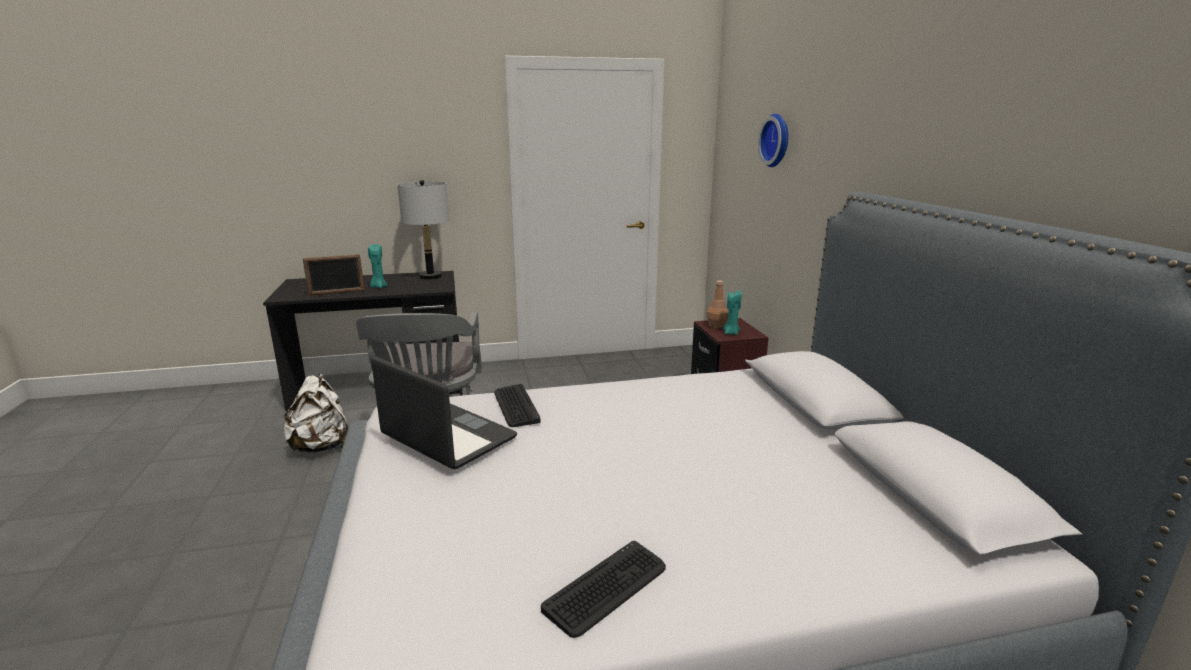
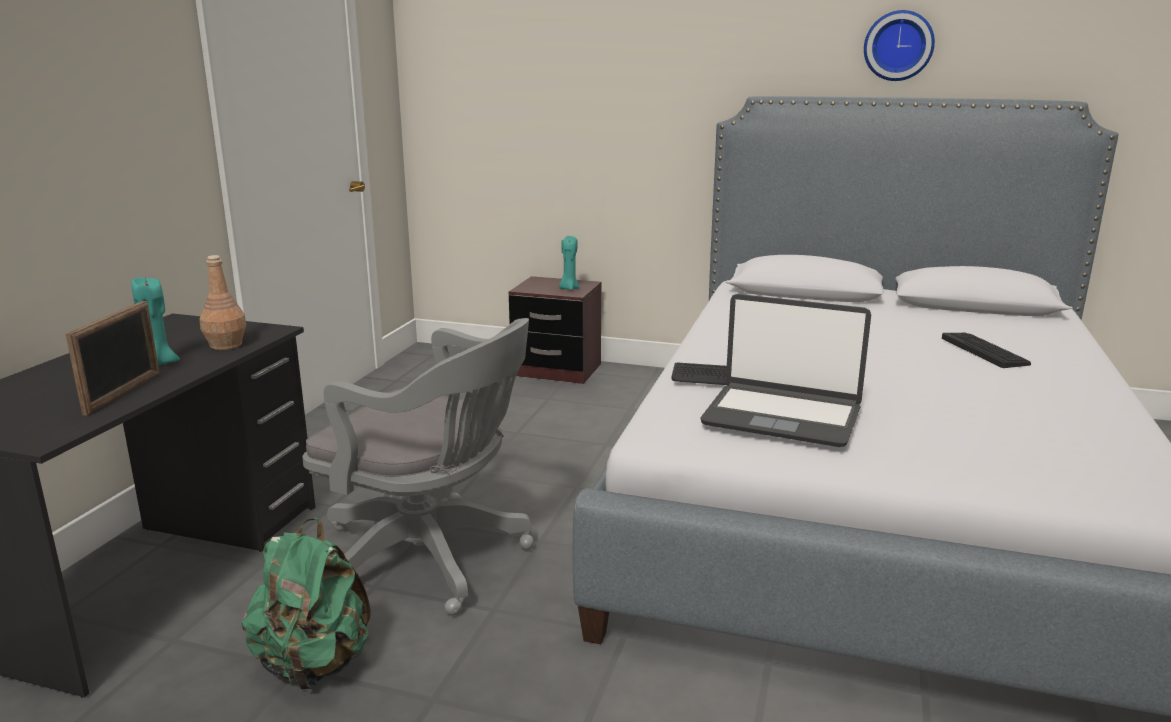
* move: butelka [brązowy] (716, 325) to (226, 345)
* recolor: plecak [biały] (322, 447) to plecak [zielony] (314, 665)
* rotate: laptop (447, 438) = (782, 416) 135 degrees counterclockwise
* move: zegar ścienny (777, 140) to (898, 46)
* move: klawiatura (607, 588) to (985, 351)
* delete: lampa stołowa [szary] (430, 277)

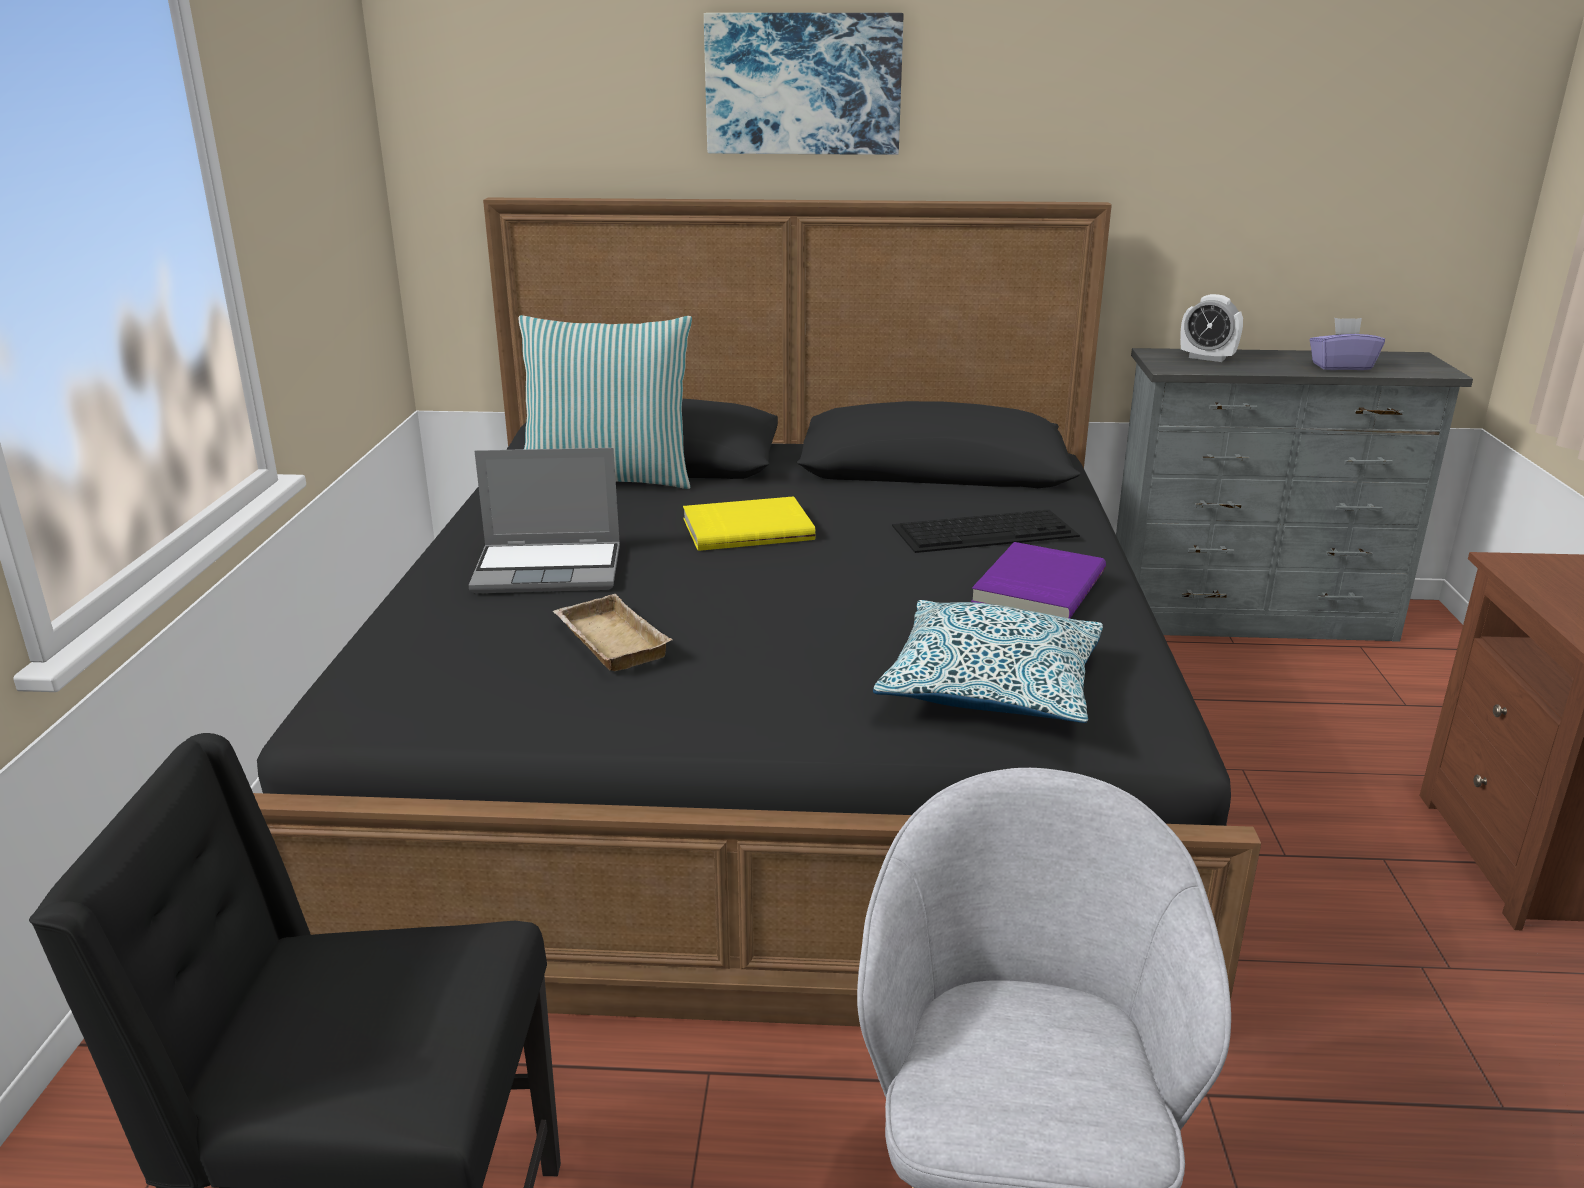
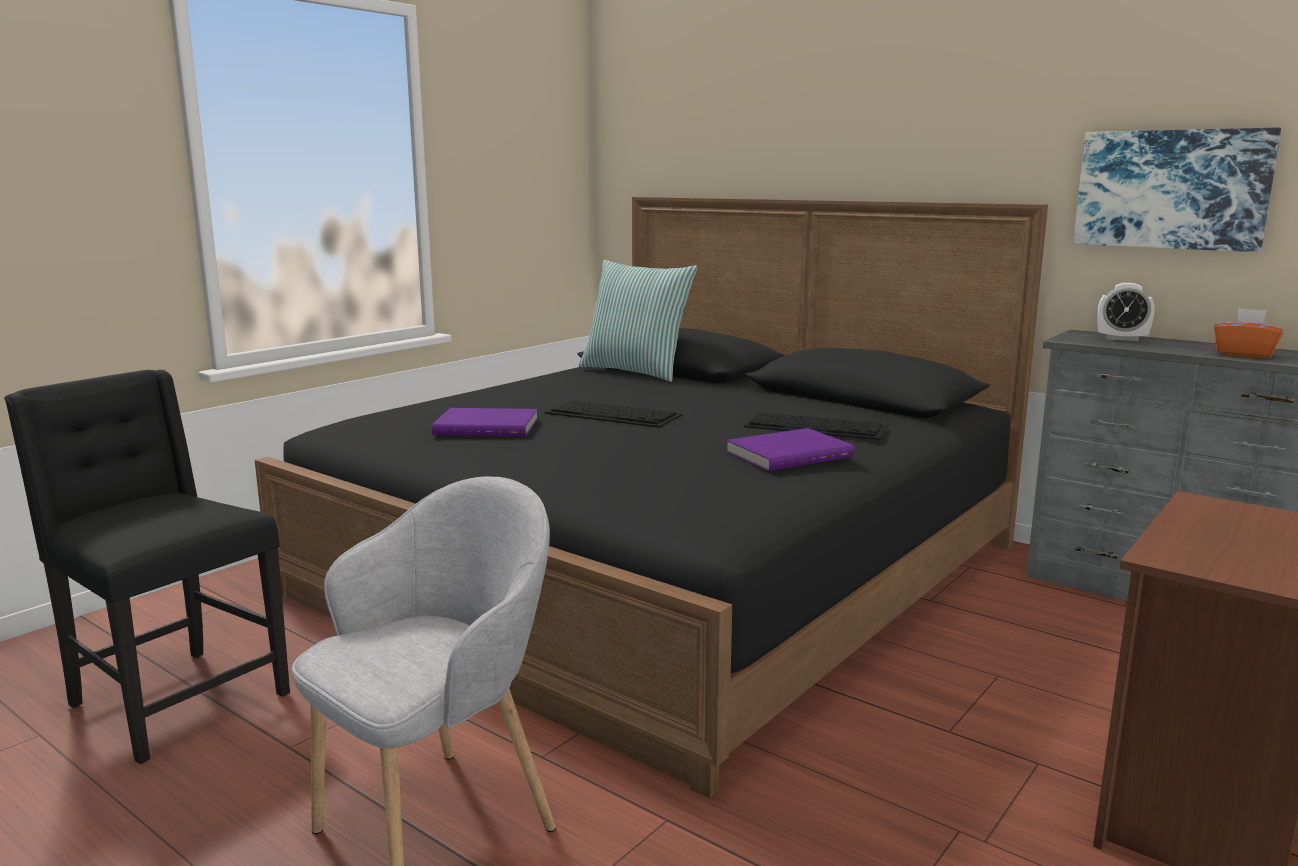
* replace: taca [beżowy] (607, 642) to książka [fioletowy] (487, 426)
* insert: klawiatura (614, 414)
* move: obraz (803, 84) to (1171, 189)
* rotate: budzik (1207, 358) = (1121, 339) 45 degrees counterclockwise
* recolor: pudełko chusteczek [fioletowy] (1341, 366) to pudełko chusteczek [pomarańczowy] (1244, 354)
* delete: laptop (550, 569)
* delete: książka [żółty] (747, 528)
* delete: poduszka (992, 686)

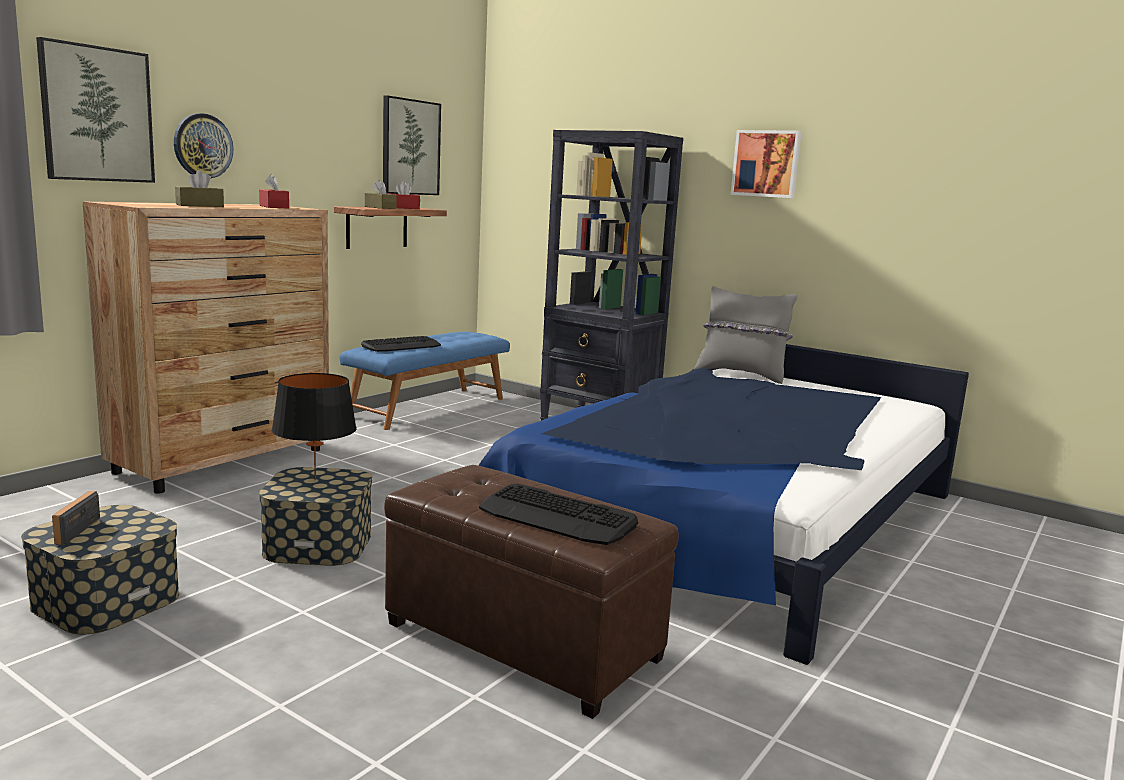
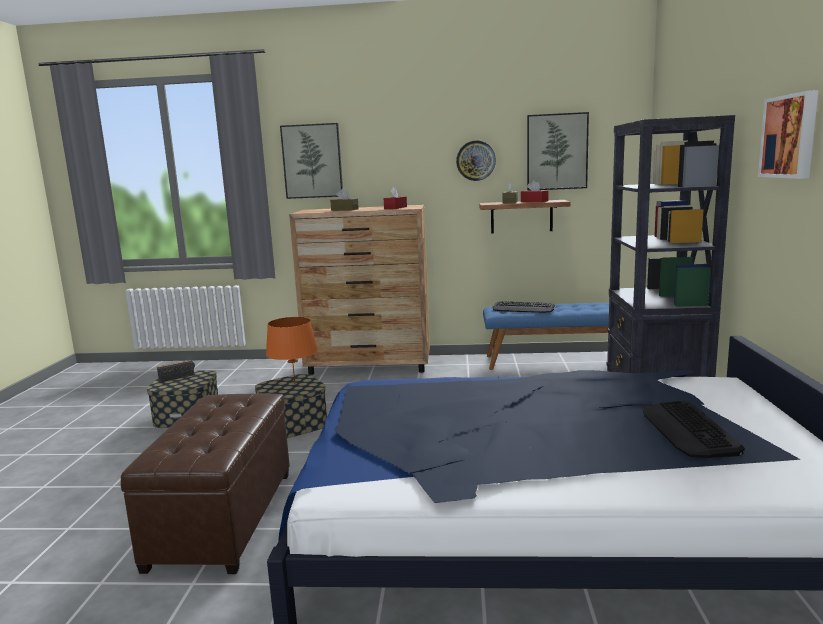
* recolor: lampa stołowa [czarny] (315, 479) to lampa stołowa [pomarańczowy] (294, 383)
* move: zegar ścienny (202, 146) to (475, 160)
* move: klawiatura (557, 517) to (688, 430)
* delete: poduszka [szary] (741, 375)

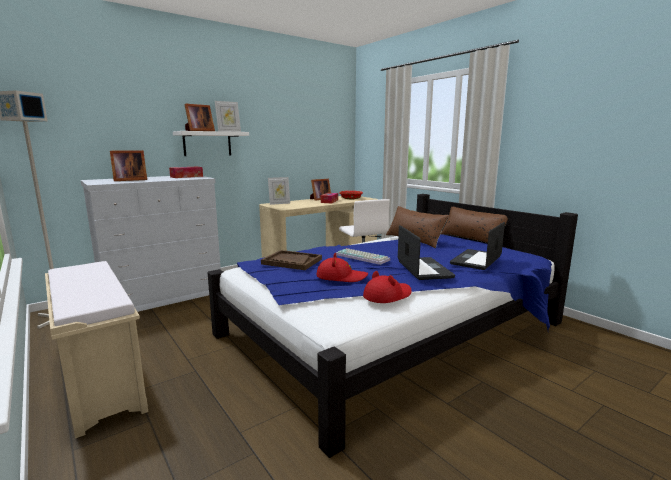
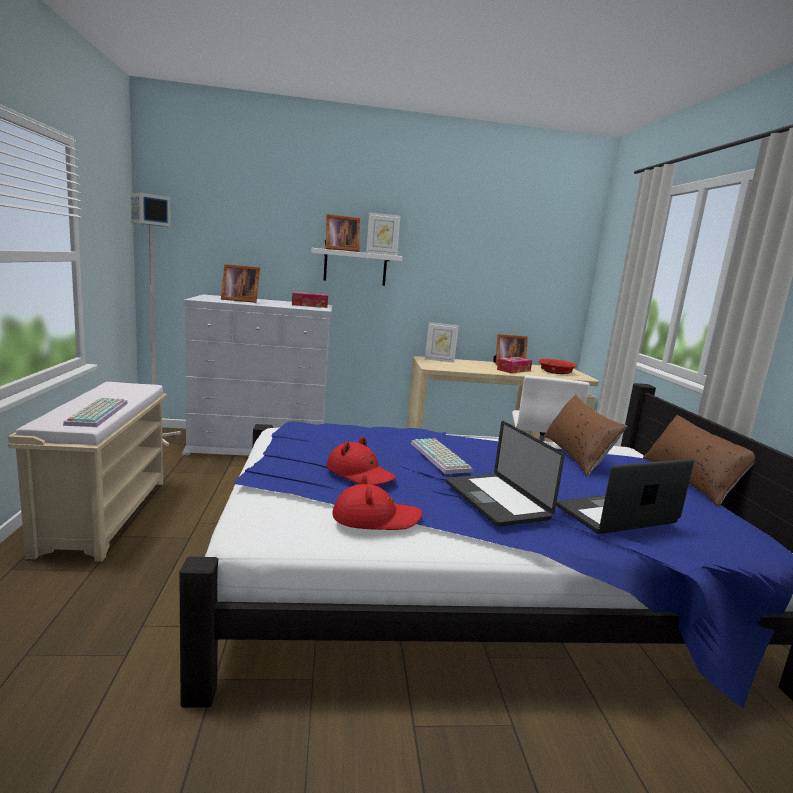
* insert: klawiatura (96, 413)
* rotate: laptop (424, 269) = (495, 500) 135 degrees clockwise
* delete: taca [brązowy] (291, 261)

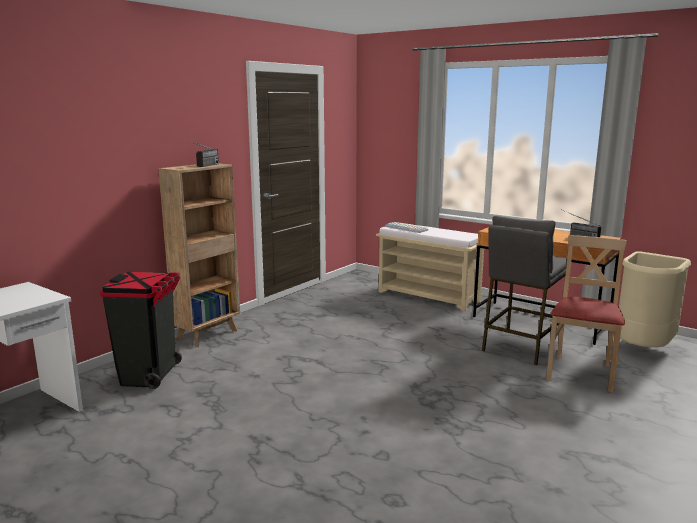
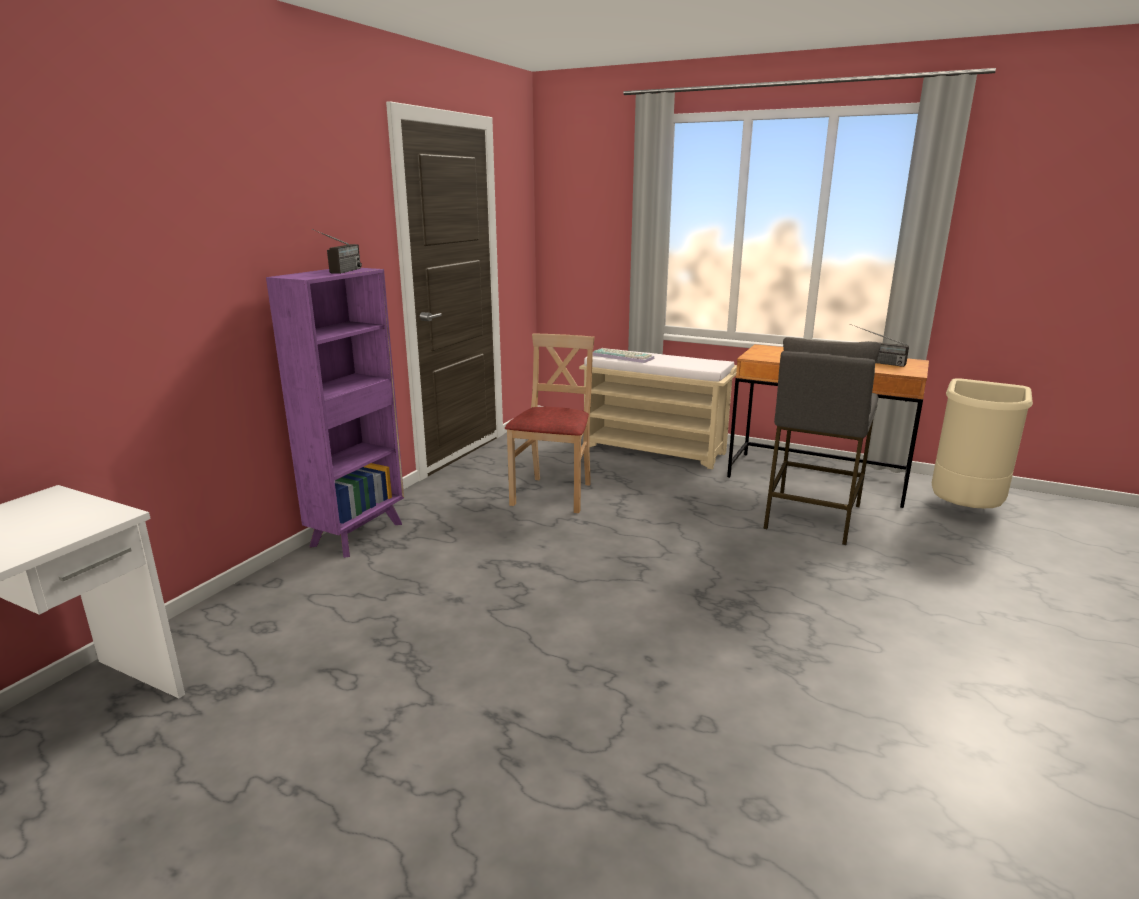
* recolor: regał [brązowy] (208, 334) to regał [fioletowy] (359, 534)
* move: krzesło [beżowy] (581, 373) to (554, 494)
* delete: kosz na śmieci [czarny] (149, 375)

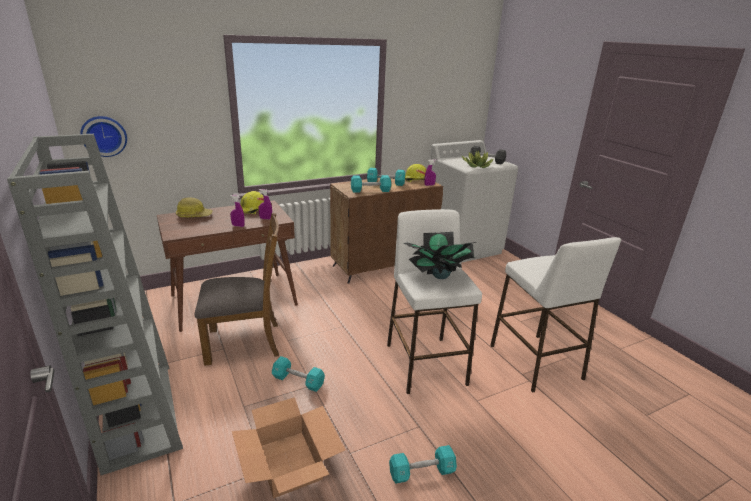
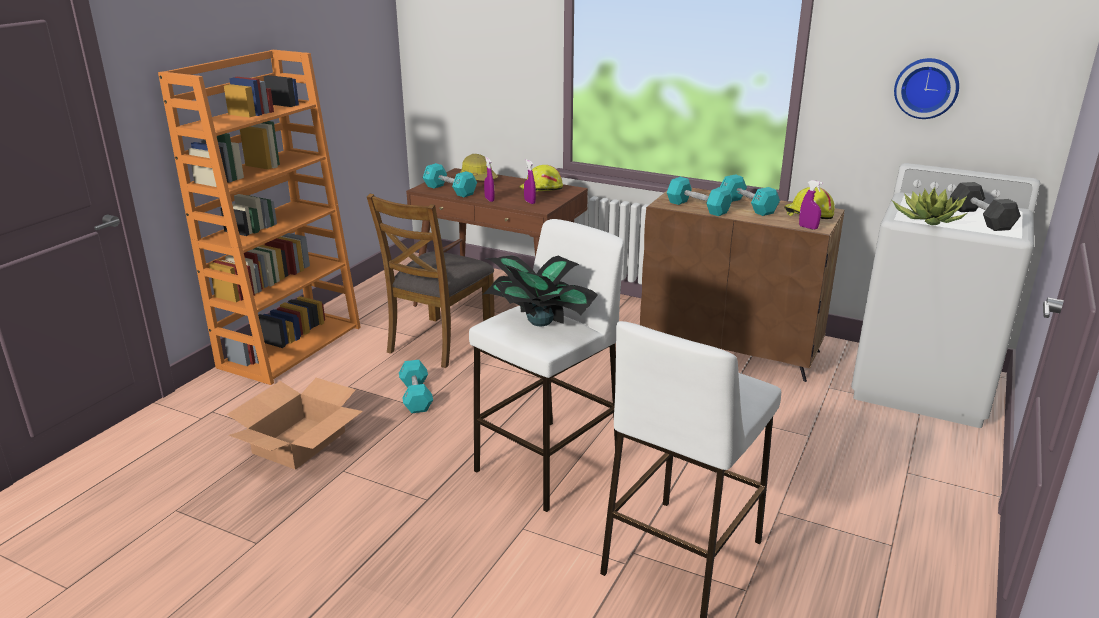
* recolor: regał [szary] (138, 413) to regał [pomarańczowy] (291, 346)
* rotate: krzesło [brązowy] (244, 342) = (439, 341) 75 degrees clockwise
* move: hantel [turkusowy] (421, 472) to (450, 190)
* move: zegar ścienny (104, 136) to (926, 88)

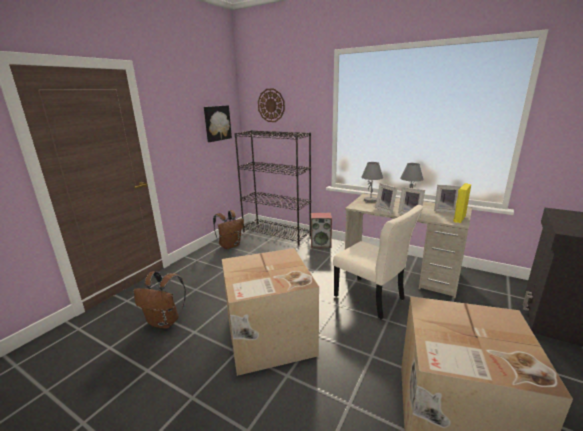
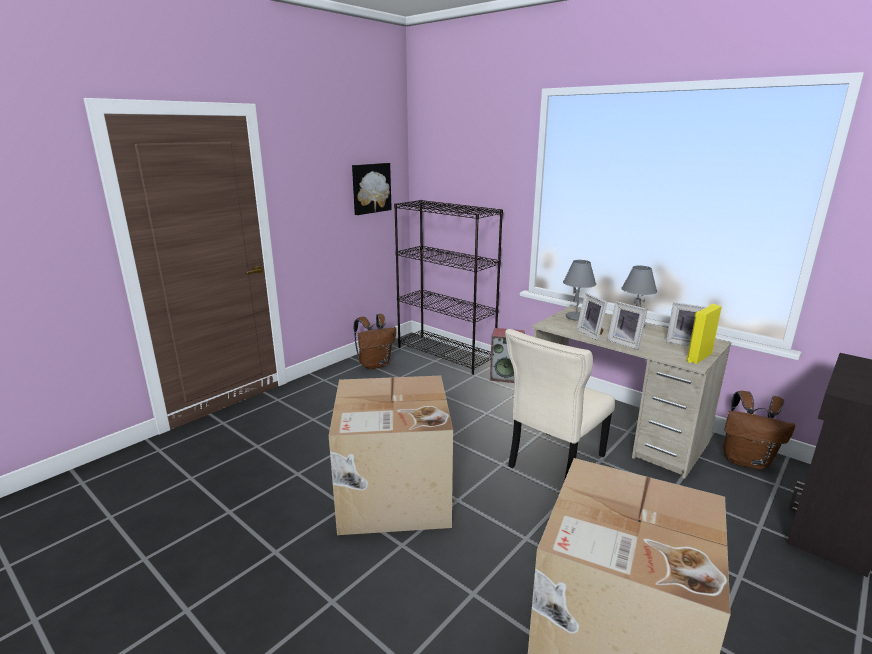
* rotate: krzesło [beżowy] (371, 298) = (554, 462) 75 degrees clockwise
* move: plecak [brązowy] (165, 321) to (746, 460)
* delete: zegar ścienny (271, 105)

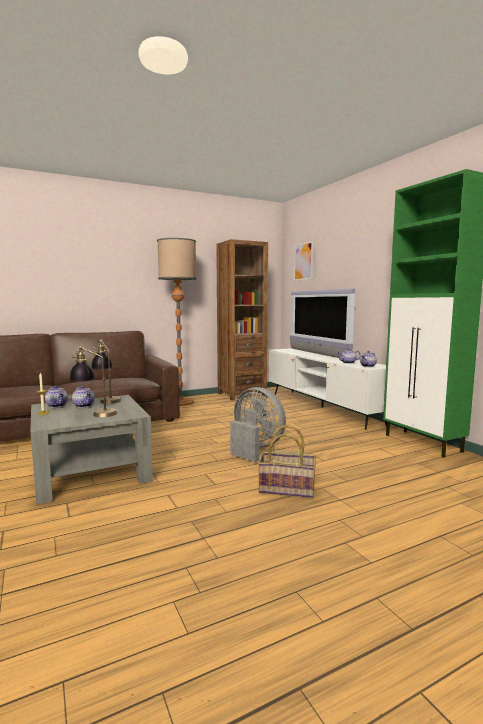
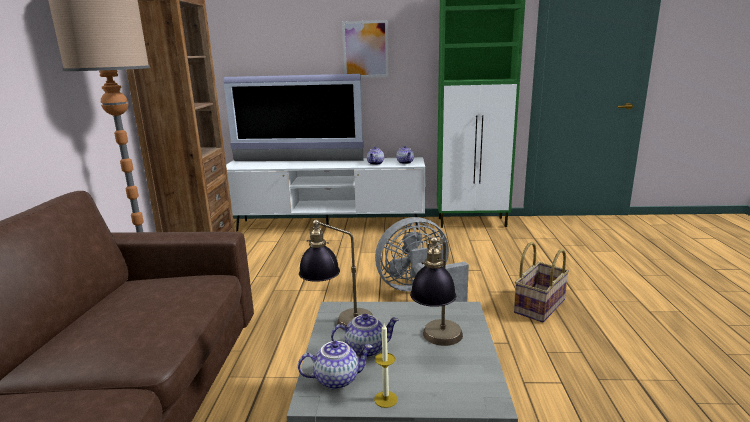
* move: obraz (303, 261) to (365, 49)

